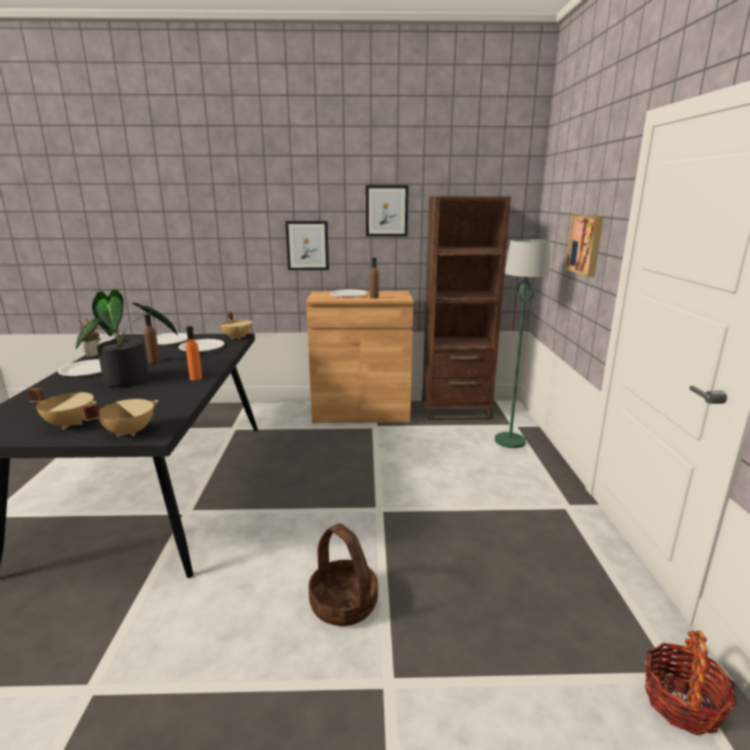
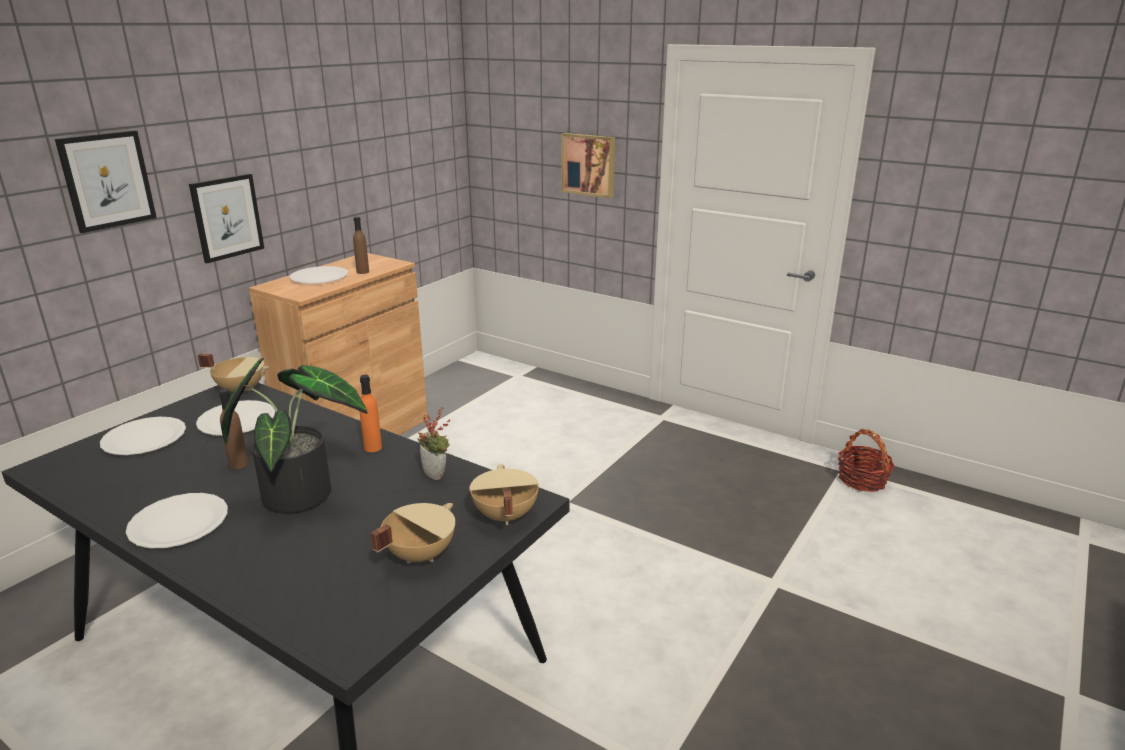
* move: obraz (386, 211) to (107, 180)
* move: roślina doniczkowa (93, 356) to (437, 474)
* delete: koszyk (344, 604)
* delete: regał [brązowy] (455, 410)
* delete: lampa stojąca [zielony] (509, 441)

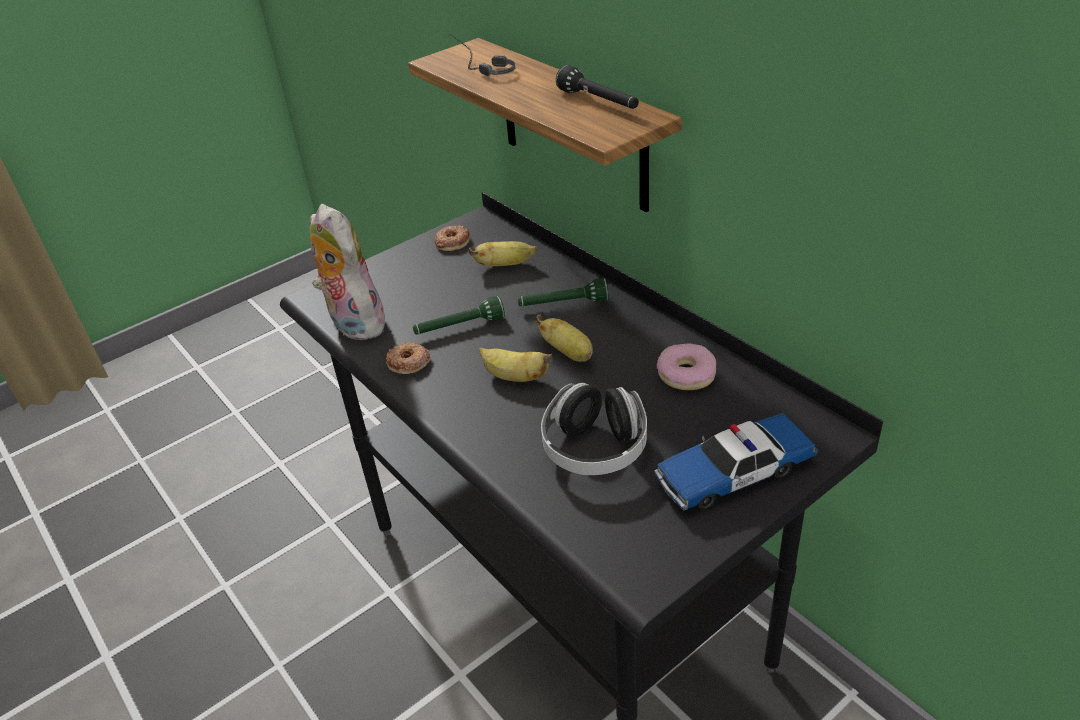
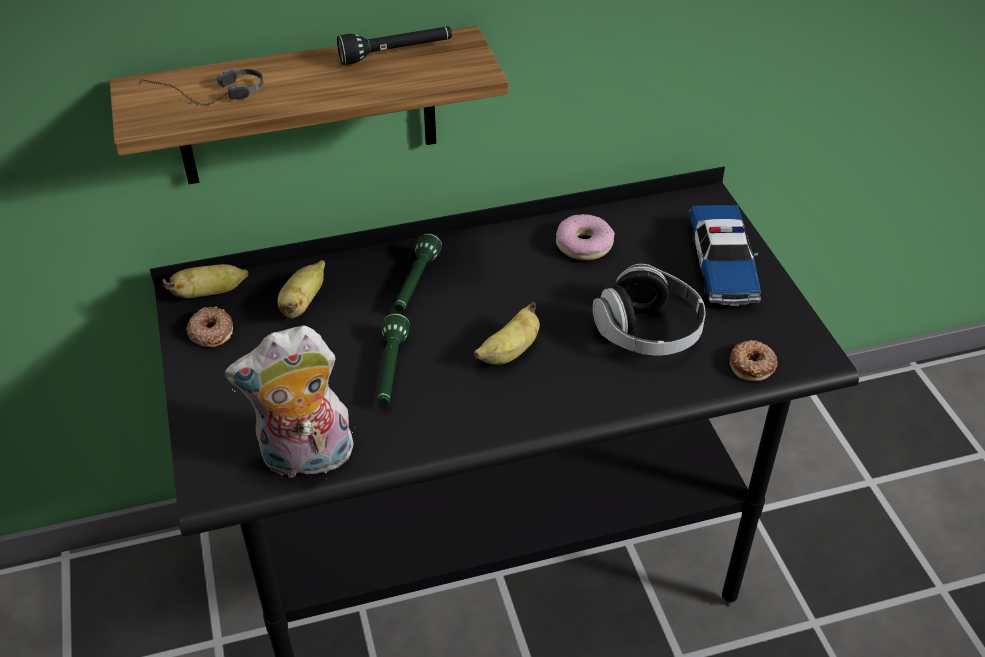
* move: banan (568, 353) to (210, 293)
* move: donut (408, 362) to (752, 364)

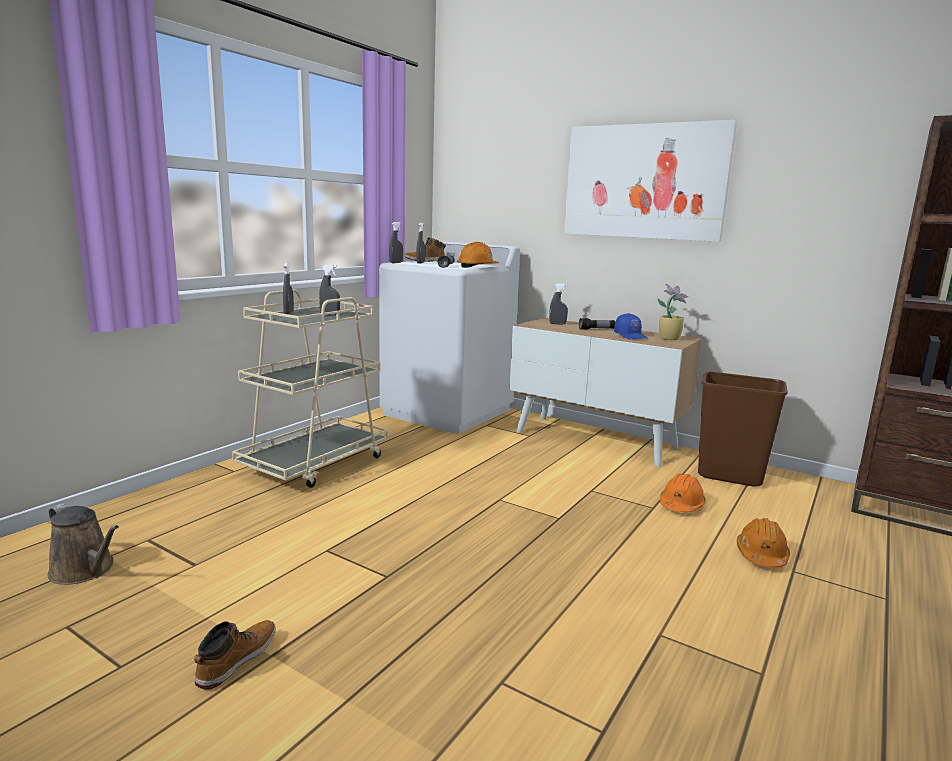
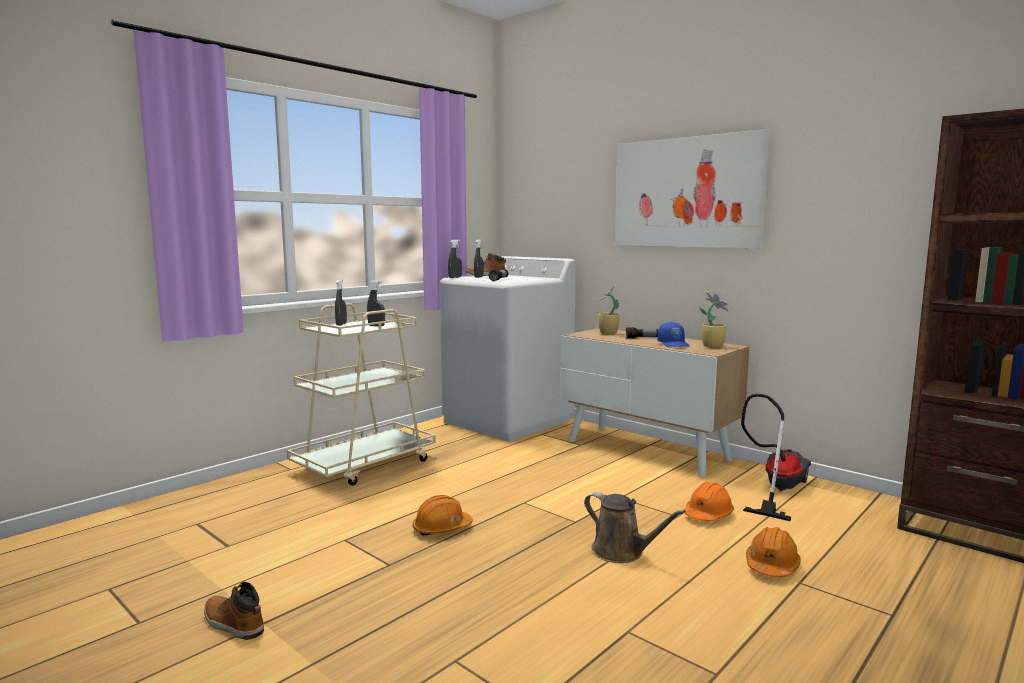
* rotate: but z cholewką (236, 659) = (233, 624) 90 degrees counterclockwise
* move: kask [pomarańczowy] (477, 267) to (441, 528)
* move: konewka [brązowy] (85, 570) to (622, 552)
* replace: spryskiwacz [szary] (557, 324) to roślina doniczkowa (608, 333)
* replace: kosz na śmieci [brązowy] (730, 476) to odkurzacz (776, 489)

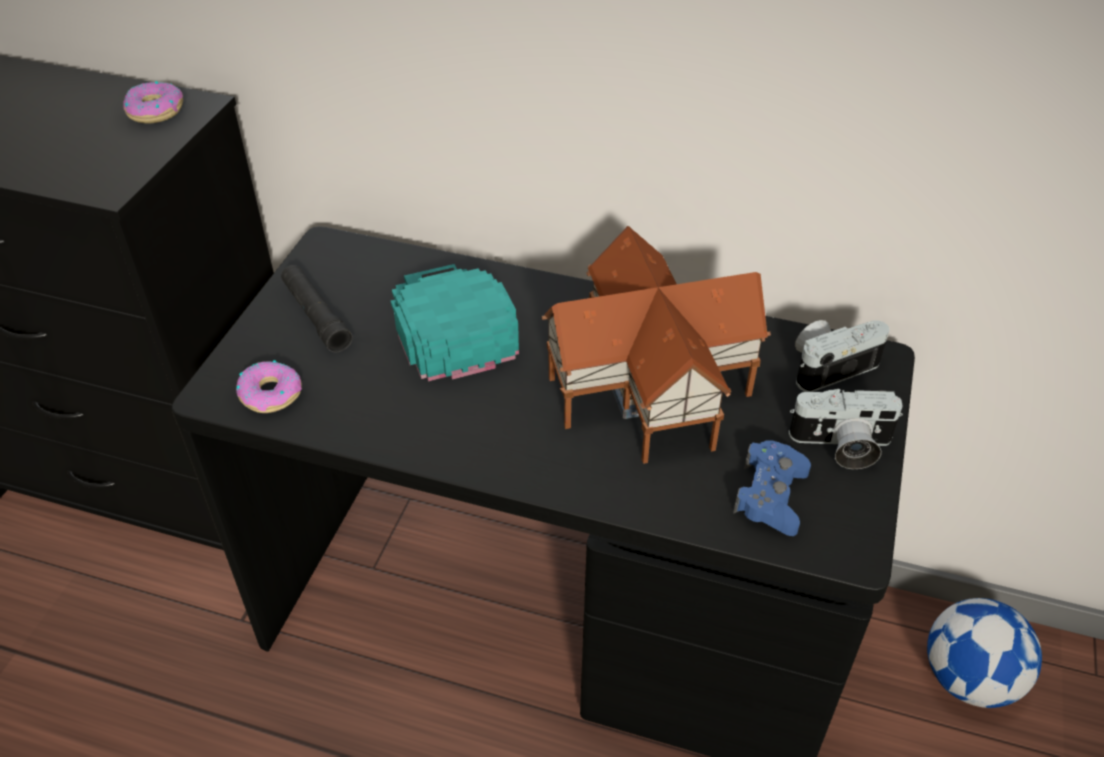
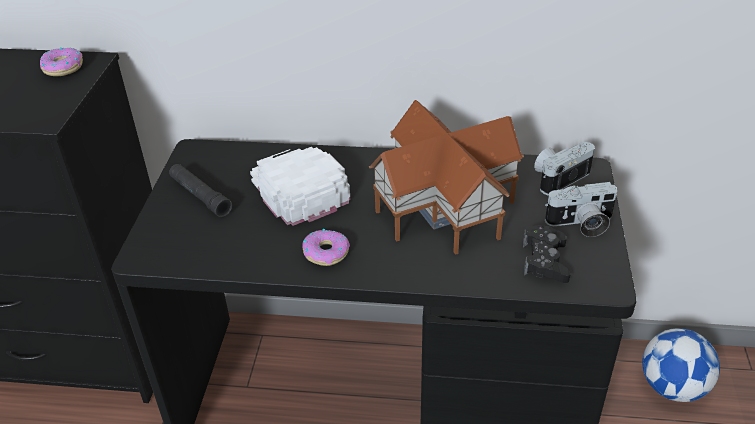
* recolor: czapka z daszkiem [turkusowy] (450, 324) to czapka z daszkiem [biały] (297, 188)
* move: donut (270, 393) to (326, 252)
* recolor: pad do gier [niebieski] (771, 495) to pad do gier [czarny] (545, 261)

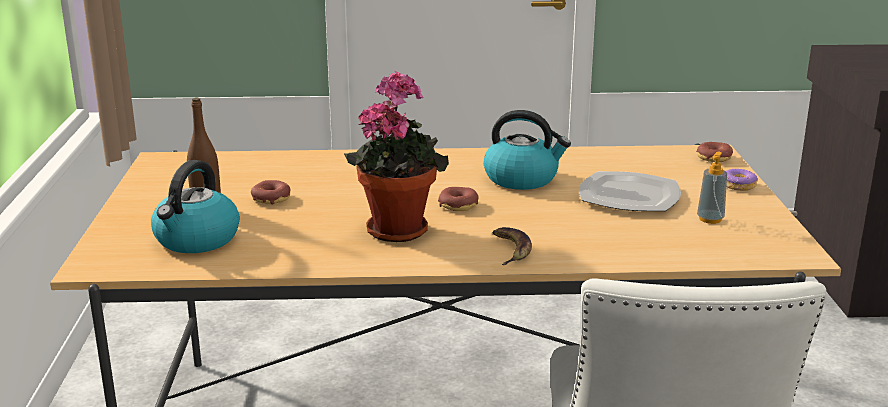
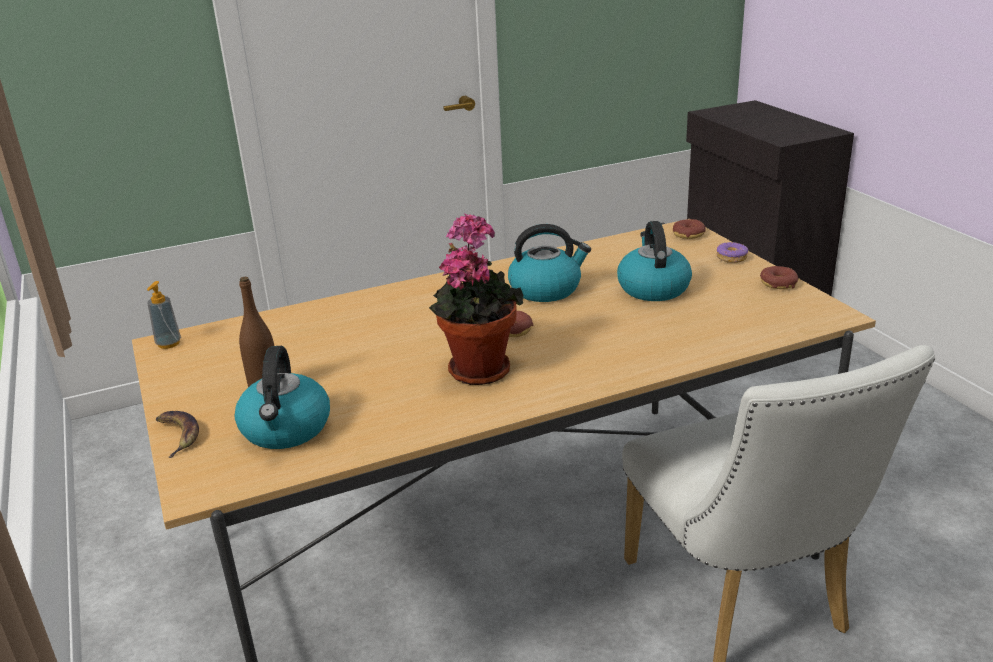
* move: dozownik mydła (710, 219) to (168, 343)
* move: banan (510, 249) to (178, 435)
* replace: talerz (628, 196) to czajnik (652, 288)
* move: donut (271, 198) to (778, 283)

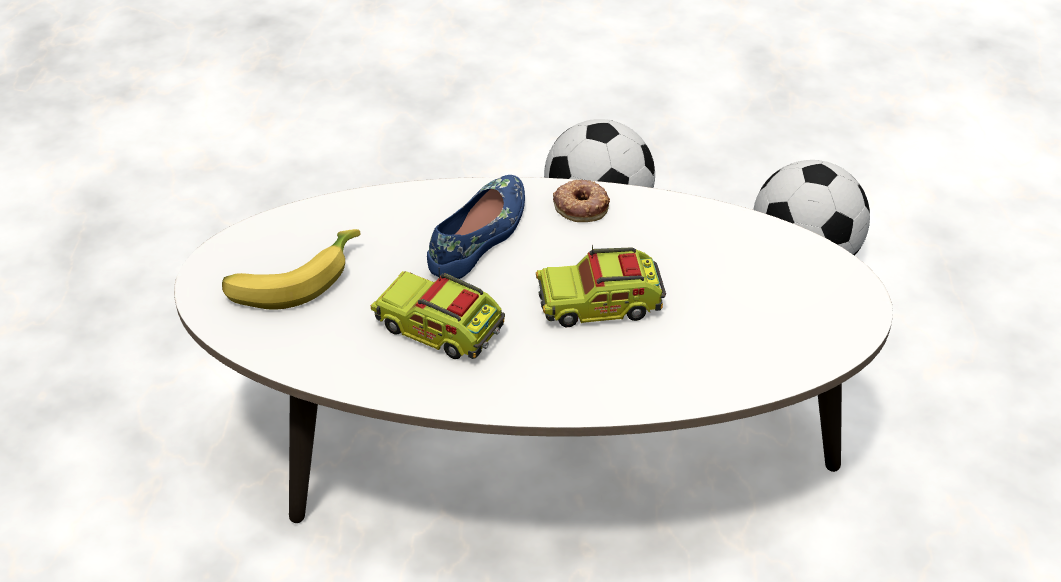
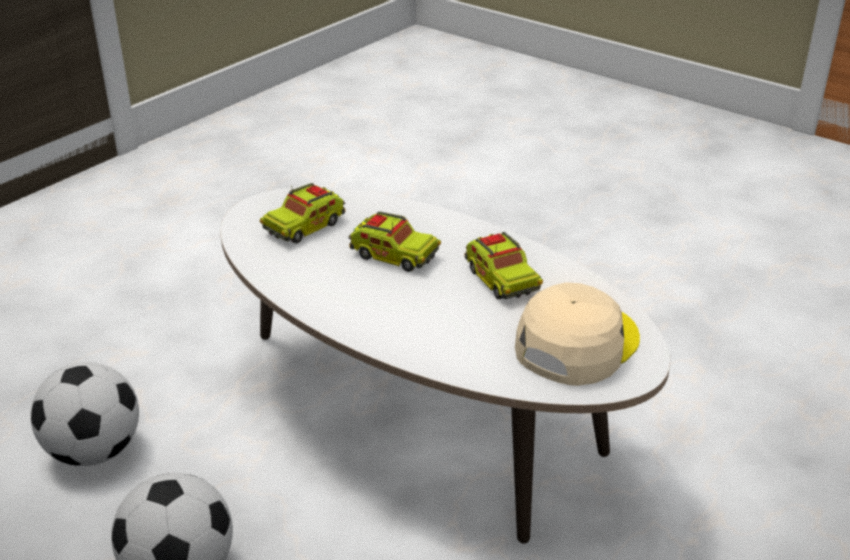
* insert: ciężarówka zabawkowa (305, 227)
* replace: banan (292, 280) to czapka z daszkiem [beżowy] (576, 344)
* delete: but [niebieski] (480, 237)
* delete: donut (581, 205)

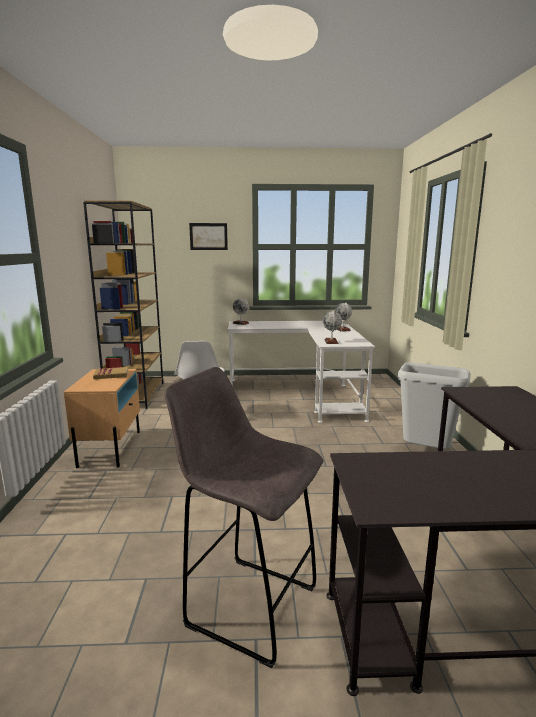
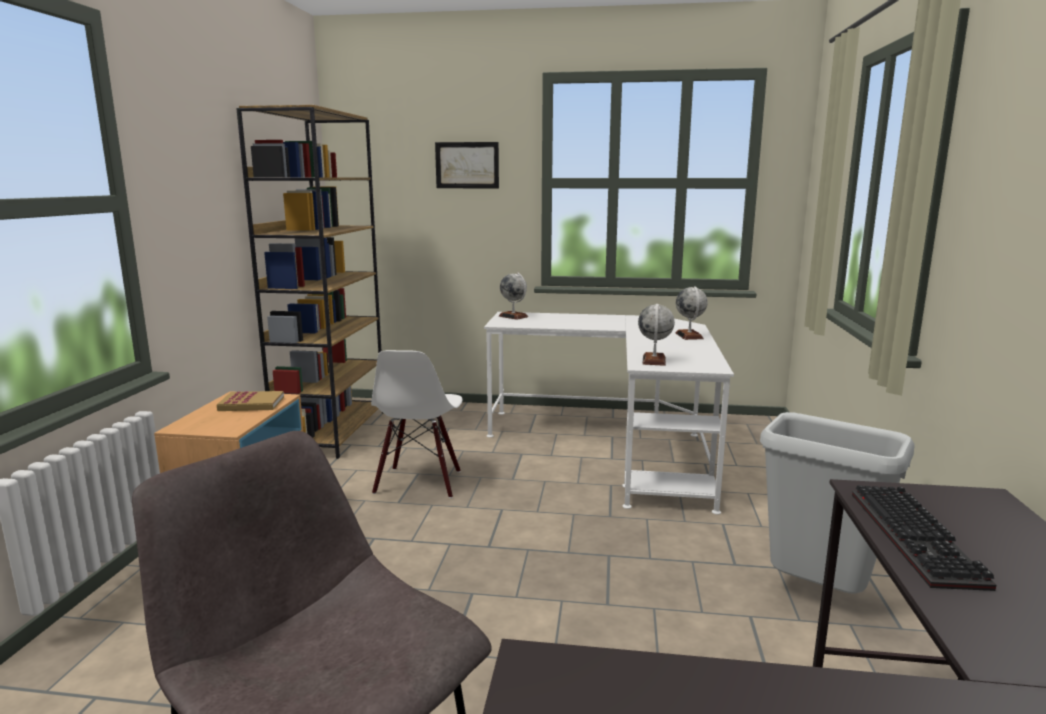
* insert: klawiatura (919, 539)

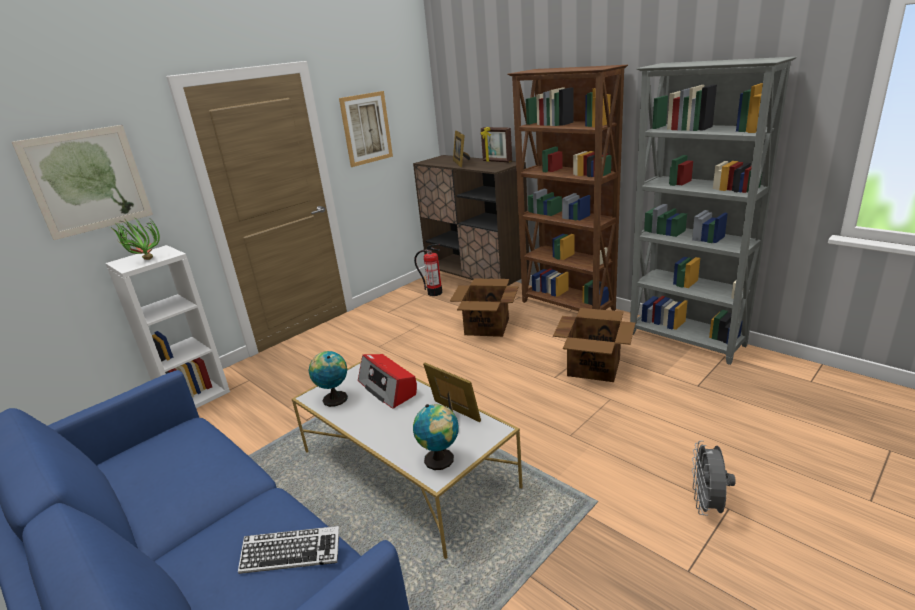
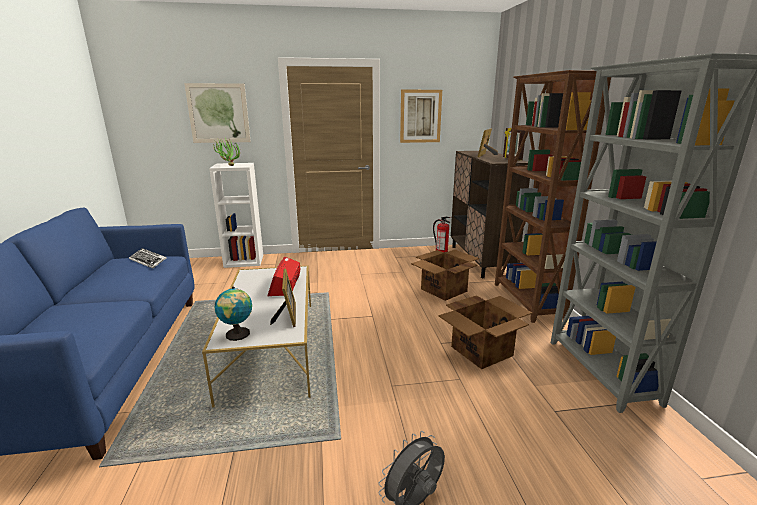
* move: klawiatura (291, 553) to (148, 261)
* delete: globus (334, 398)

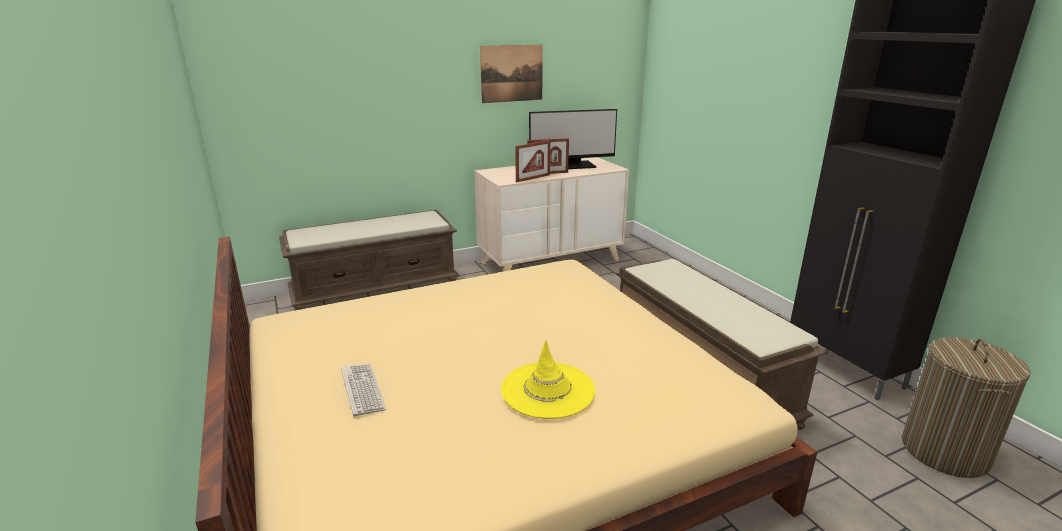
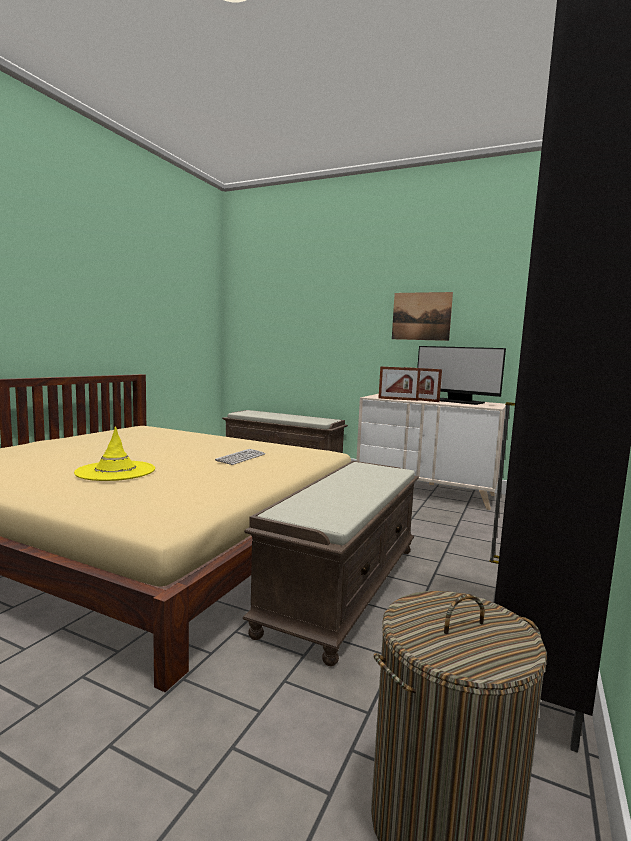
* move: klawiatura (362, 389) to (241, 458)

